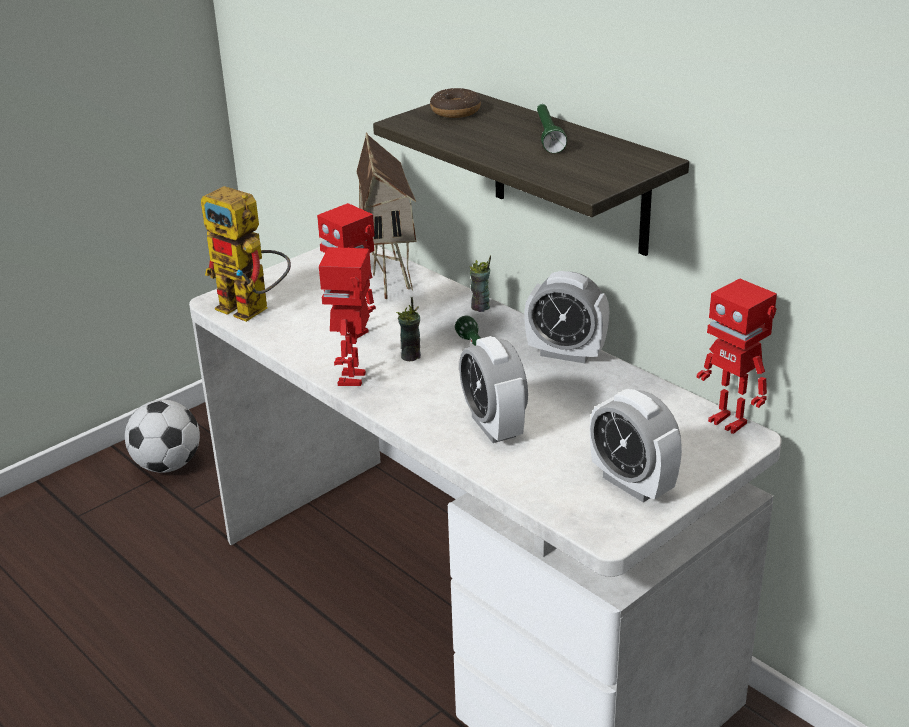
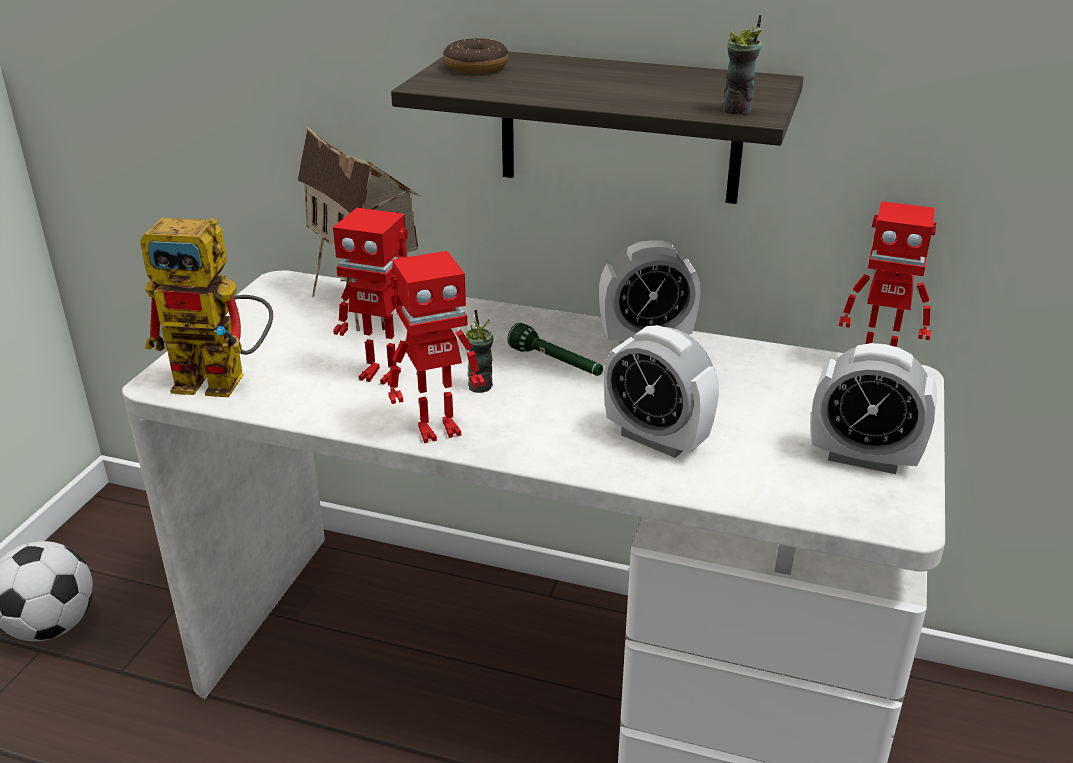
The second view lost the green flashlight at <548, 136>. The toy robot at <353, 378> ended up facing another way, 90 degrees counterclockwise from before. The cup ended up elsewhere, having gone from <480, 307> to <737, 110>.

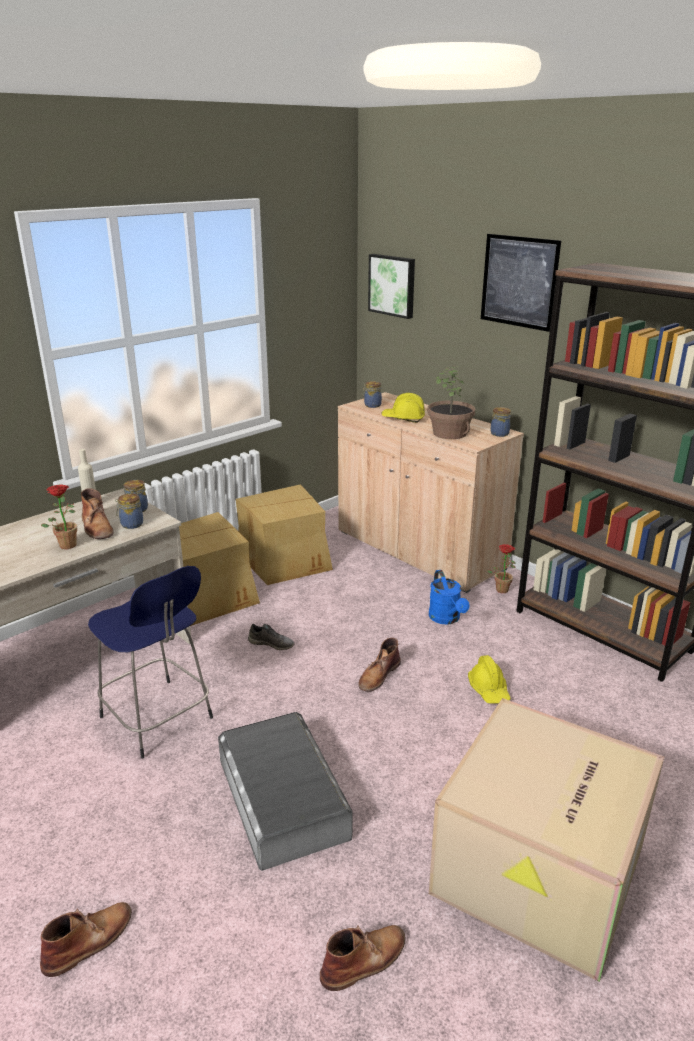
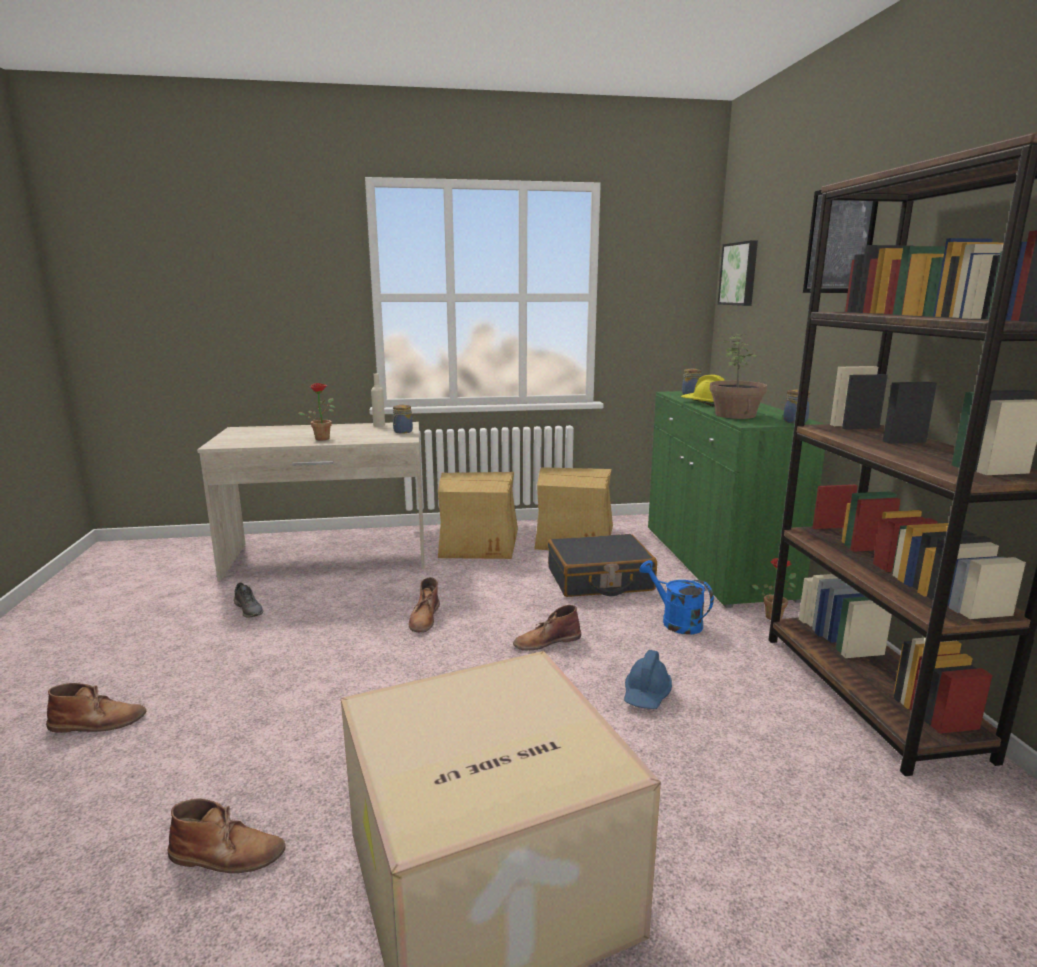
What was the beige cabinet at <419, 550> turned into the green cabinet at <715, 562>. The brown boot ended up elsewhere, having gone from <97, 527> to <424, 618>. The second view lost the jar at <131, 524>. The second view lost the blue stool at <158, 719>. The blue watering can at <446, 619> ended up facing another way, 120 degrees clockwise from before. The grey shoe ended up elsewhere, having gone from <271, 643> to <249, 609>. What was the yellow hard hat at <489, 690> turned into the blue hard hat at <647, 694>. The second view lost the grey storage box at <283, 798>. The second view gained the black suitcase at <599, 580>.

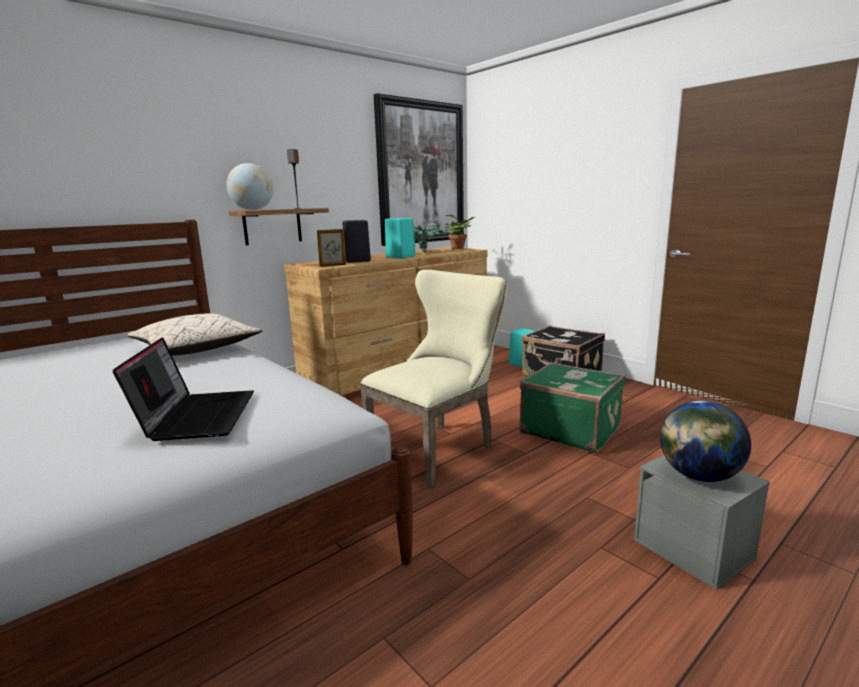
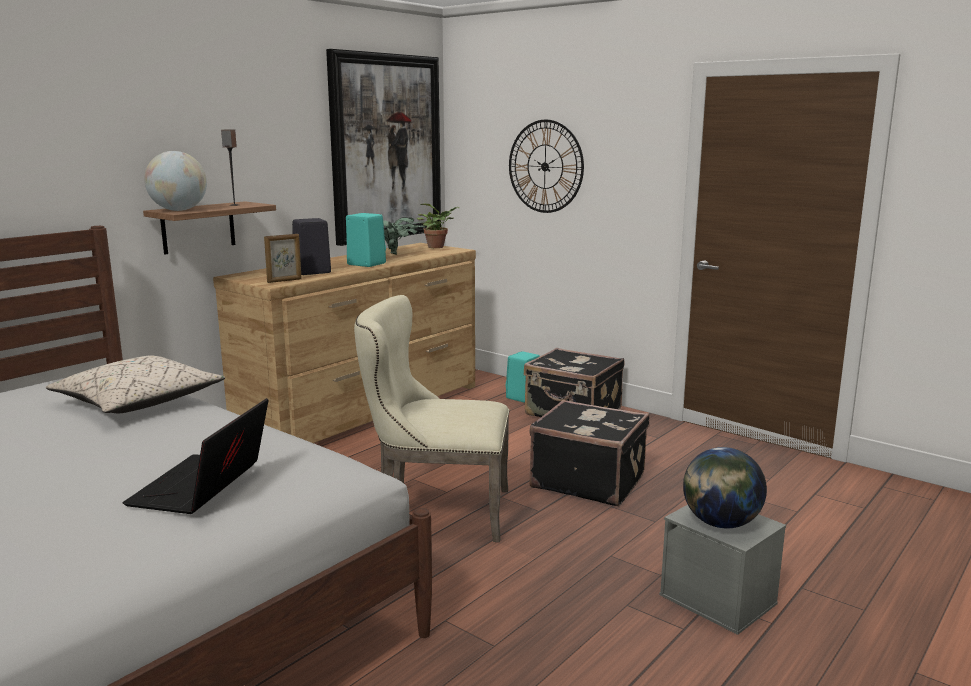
The beige chair at <438, 448> ended up facing another way, 120 degrees counterclockwise from before. The laptop at <197, 416> ended up facing another way, 150 degrees counterclockwise from before. What was the green suitcase at <570, 430> turned into the black suitcase at <588, 481>. The second view gained the wall clock at <545, 166>.

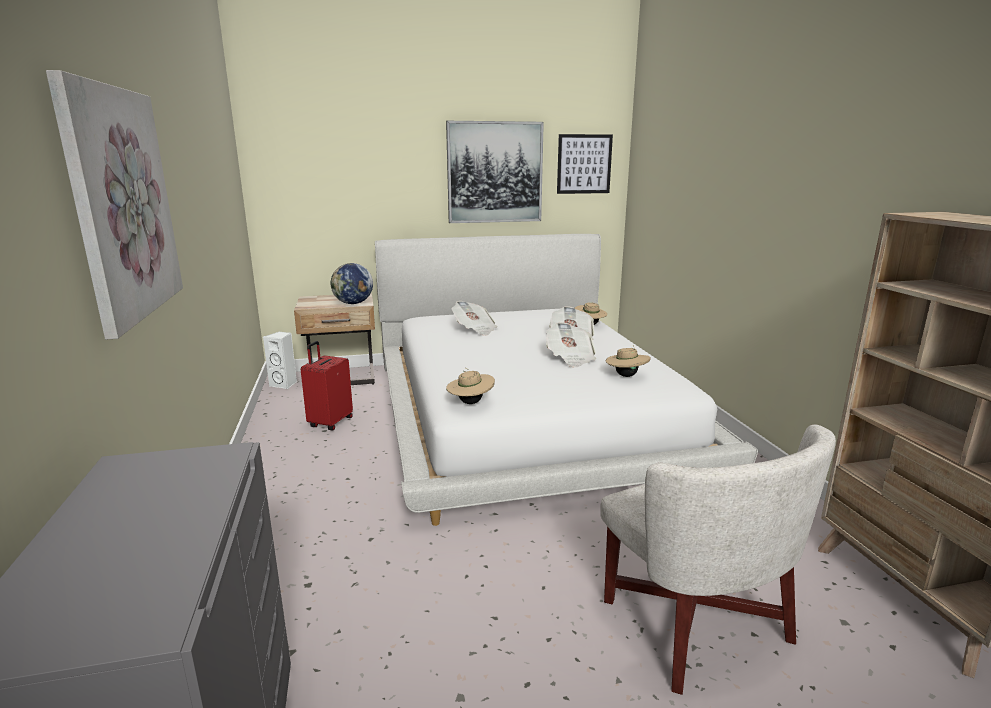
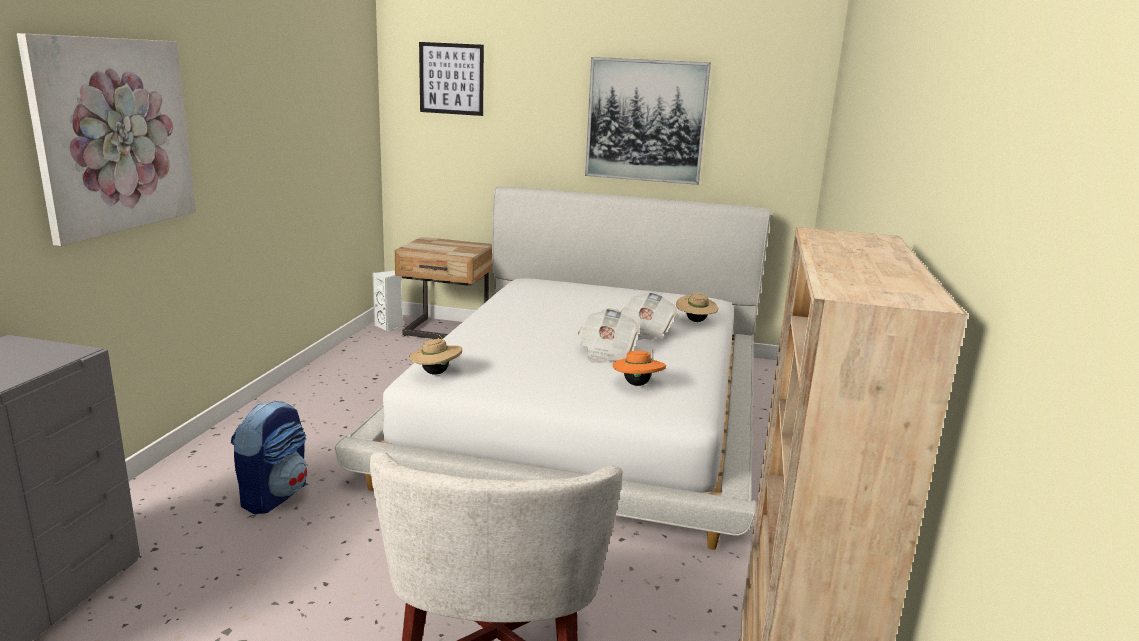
The picture ended up elsewhere, having gone from <584, 164> to <451, 79>. The second view lost the globe at <353, 303>. The second view lost the newspaper at <474, 330>. The second view lost the red suitcase at <330, 422>. What was the beige hat at <626, 375> turned into the orange hat at <637, 384>. The second view gained the backpack at <274, 495>.

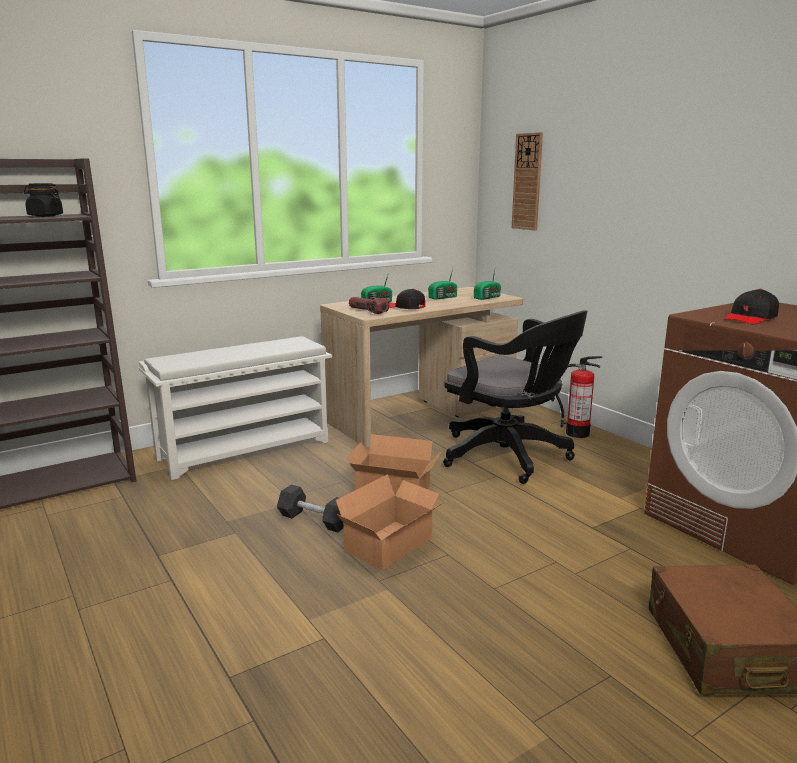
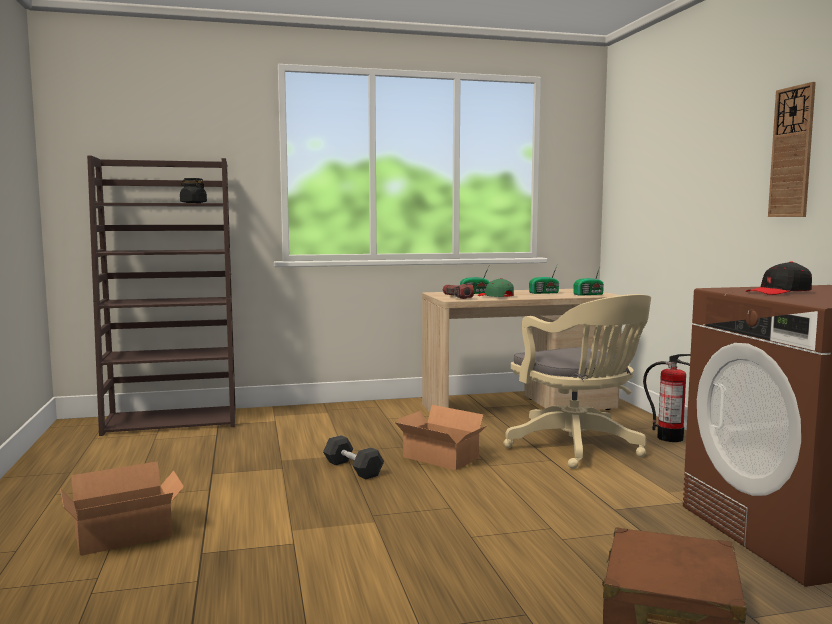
The wall clock ended up elsewhere, having gone from <527, 182> to <792, 152>. What was the black cap at <405, 307> turned into the green cap at <495, 296>. What was the black office chair at <510, 457> turned into the beige office chair at <578, 448>. The second view lost the white shoe rack at <245, 449>. The cardboard box ended up elsewhere, having gone from <392, 544> to <126, 536>.

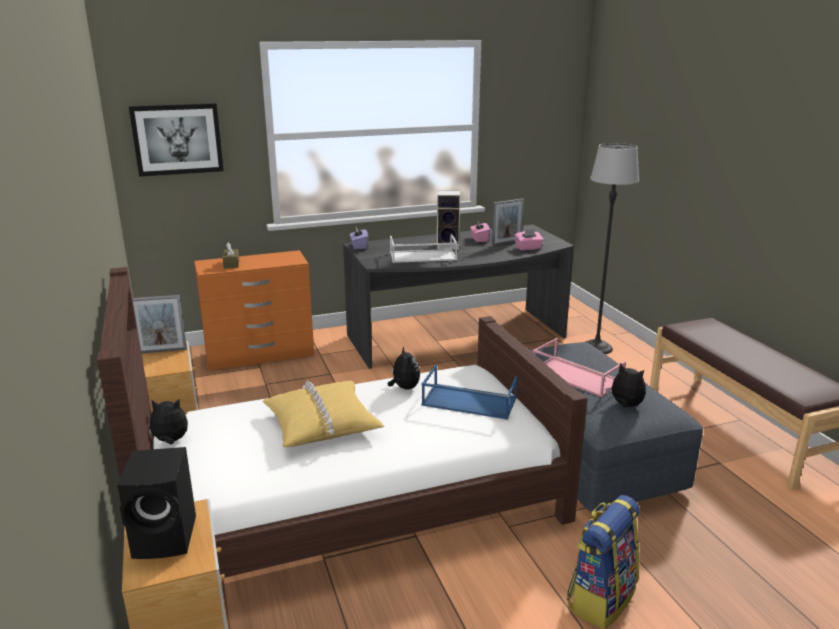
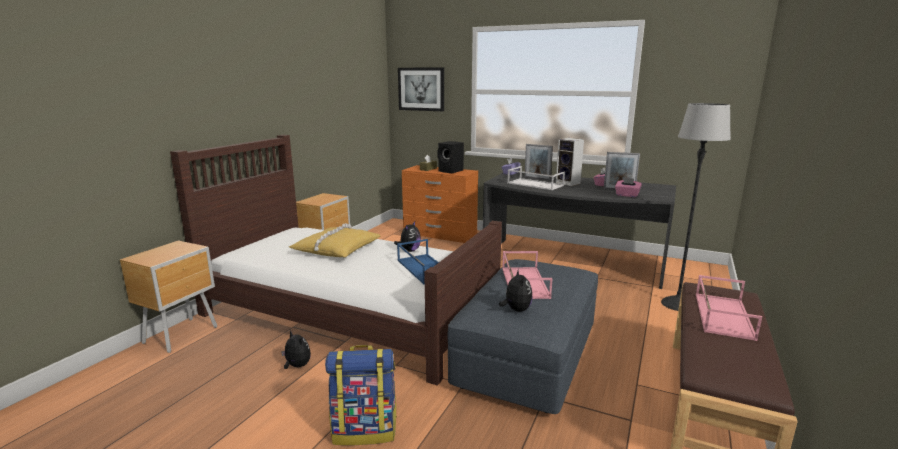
The picture frame ended up elsewhere, having gone from <162, 351> to <537, 178>. The plush toy ended up elsewhere, having gone from <170, 441> to <297, 366>. The black speaker ended up elsewhere, having gone from <167, 537> to <451, 171>. The second view gained the pink tray at <722, 315>.

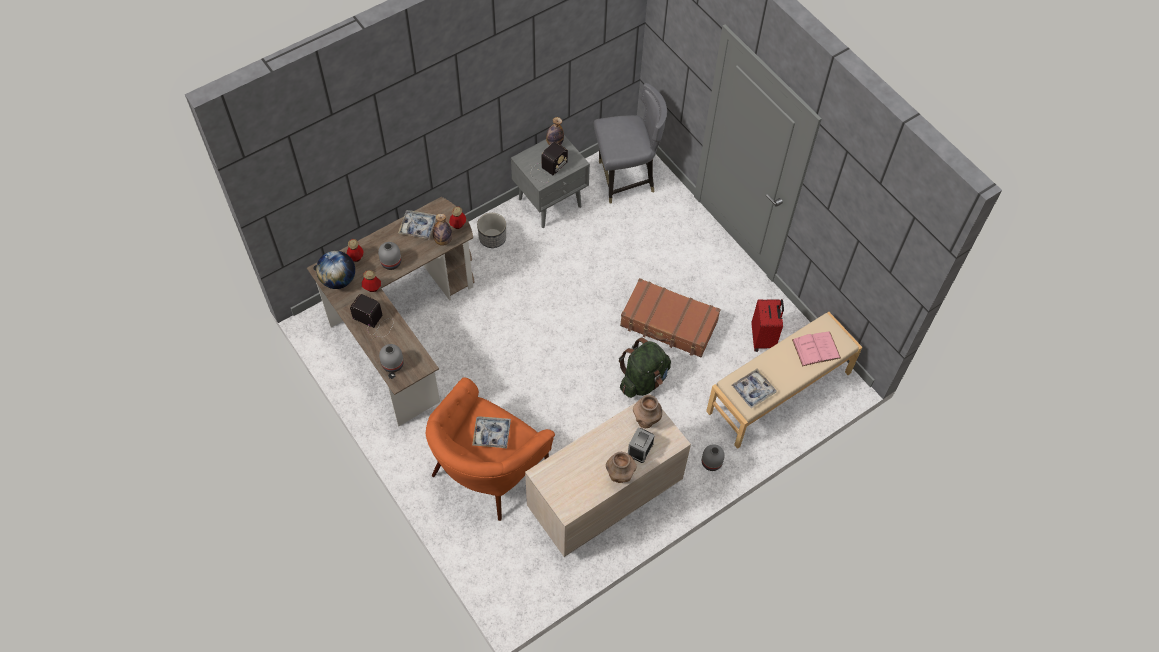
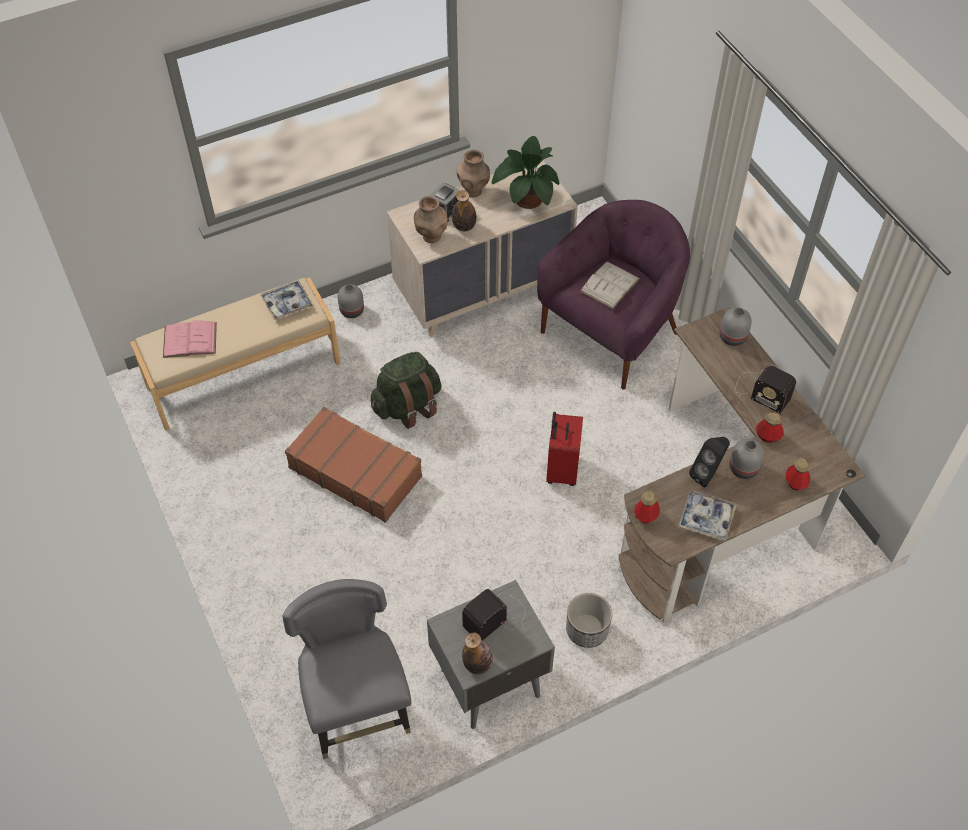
The grey chair at <626, 179> ended up facing another way, 75 degrees clockwise from before. The bottle ended up elsewhere, having gone from <443, 241> to <464, 227>. The second view lost the globe at <338, 280>. The red suitcase ended up elsewhere, having gone from <763, 339> to <561, 470>. What was the orange armchair at <488, 468> turned into the purple armchair at <611, 332>. Where the tray stood at <492, 434>, the white book came to stand at <610, 285>. The second view gained the potted plant at <527, 200>. The second view gained the black speaker at <707, 474>.

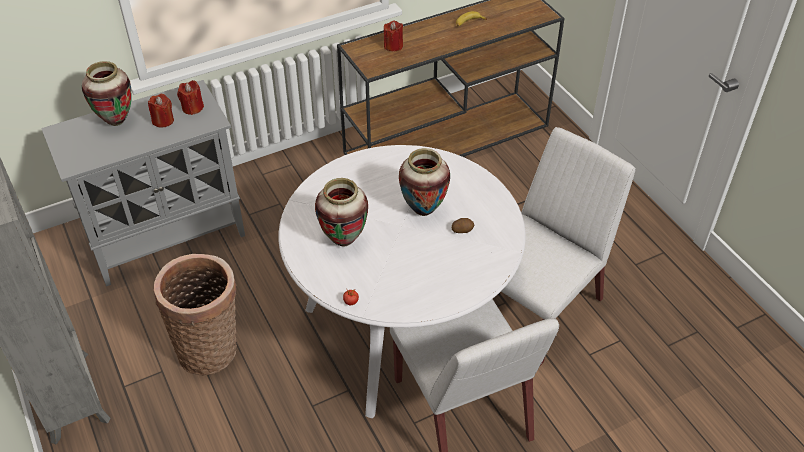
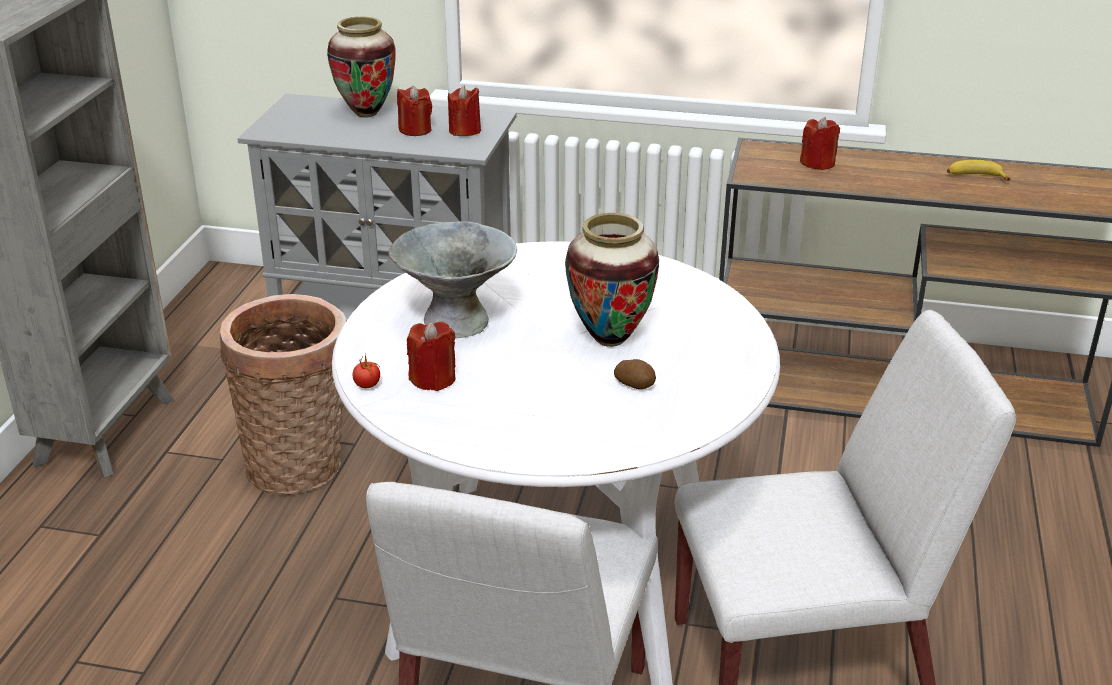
Where the vase stood at <344, 240>, the grey bowl came to stand at <455, 321>. The second view gained the red candle at <433, 379>.

